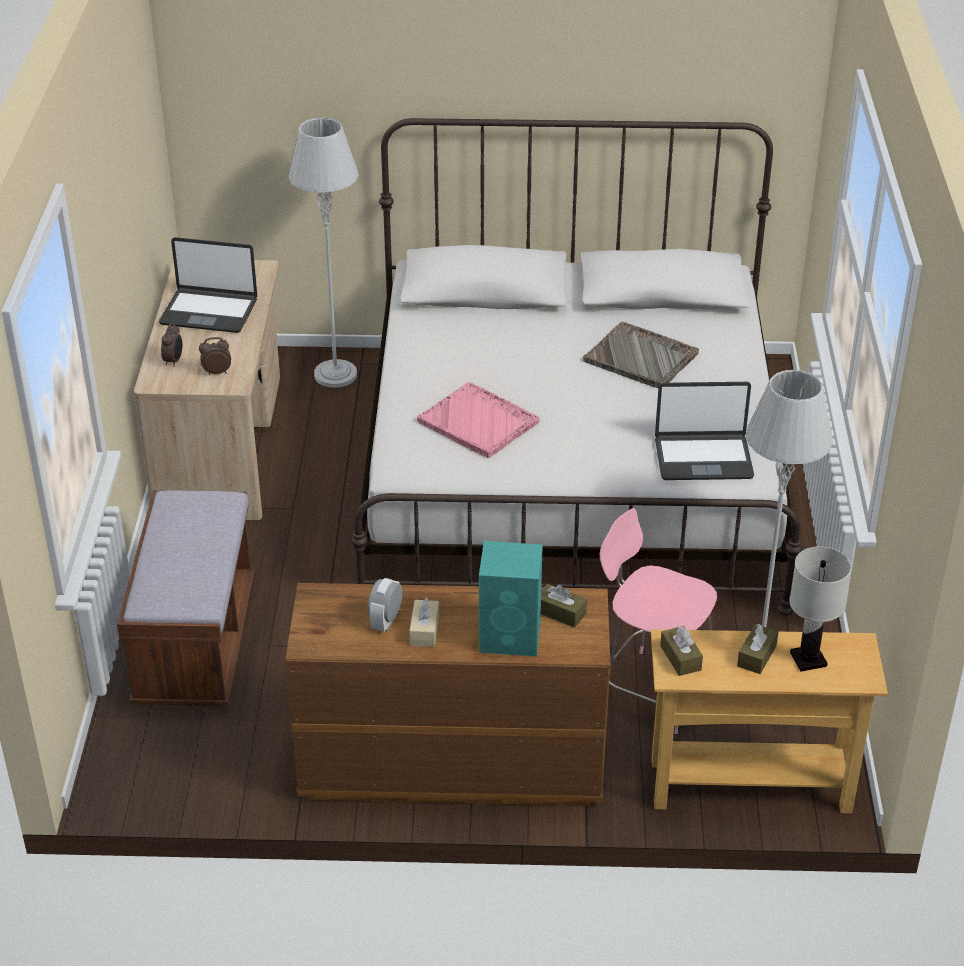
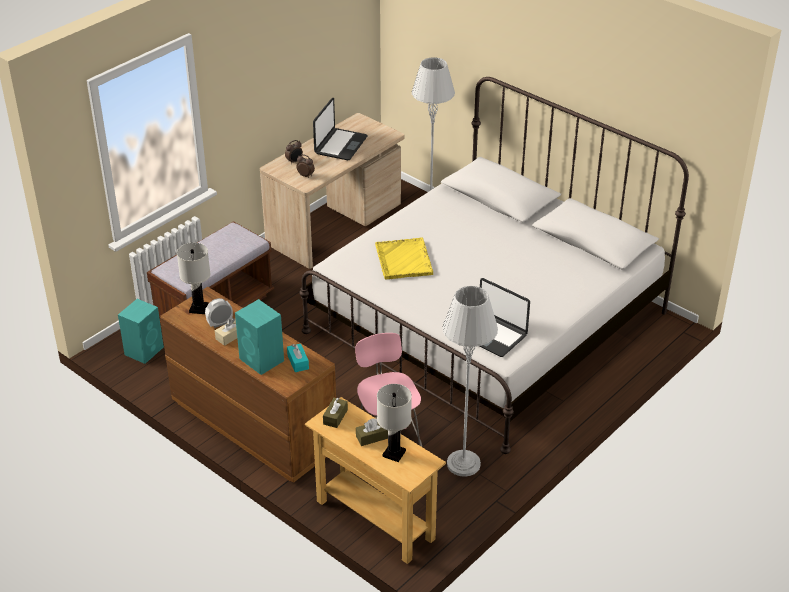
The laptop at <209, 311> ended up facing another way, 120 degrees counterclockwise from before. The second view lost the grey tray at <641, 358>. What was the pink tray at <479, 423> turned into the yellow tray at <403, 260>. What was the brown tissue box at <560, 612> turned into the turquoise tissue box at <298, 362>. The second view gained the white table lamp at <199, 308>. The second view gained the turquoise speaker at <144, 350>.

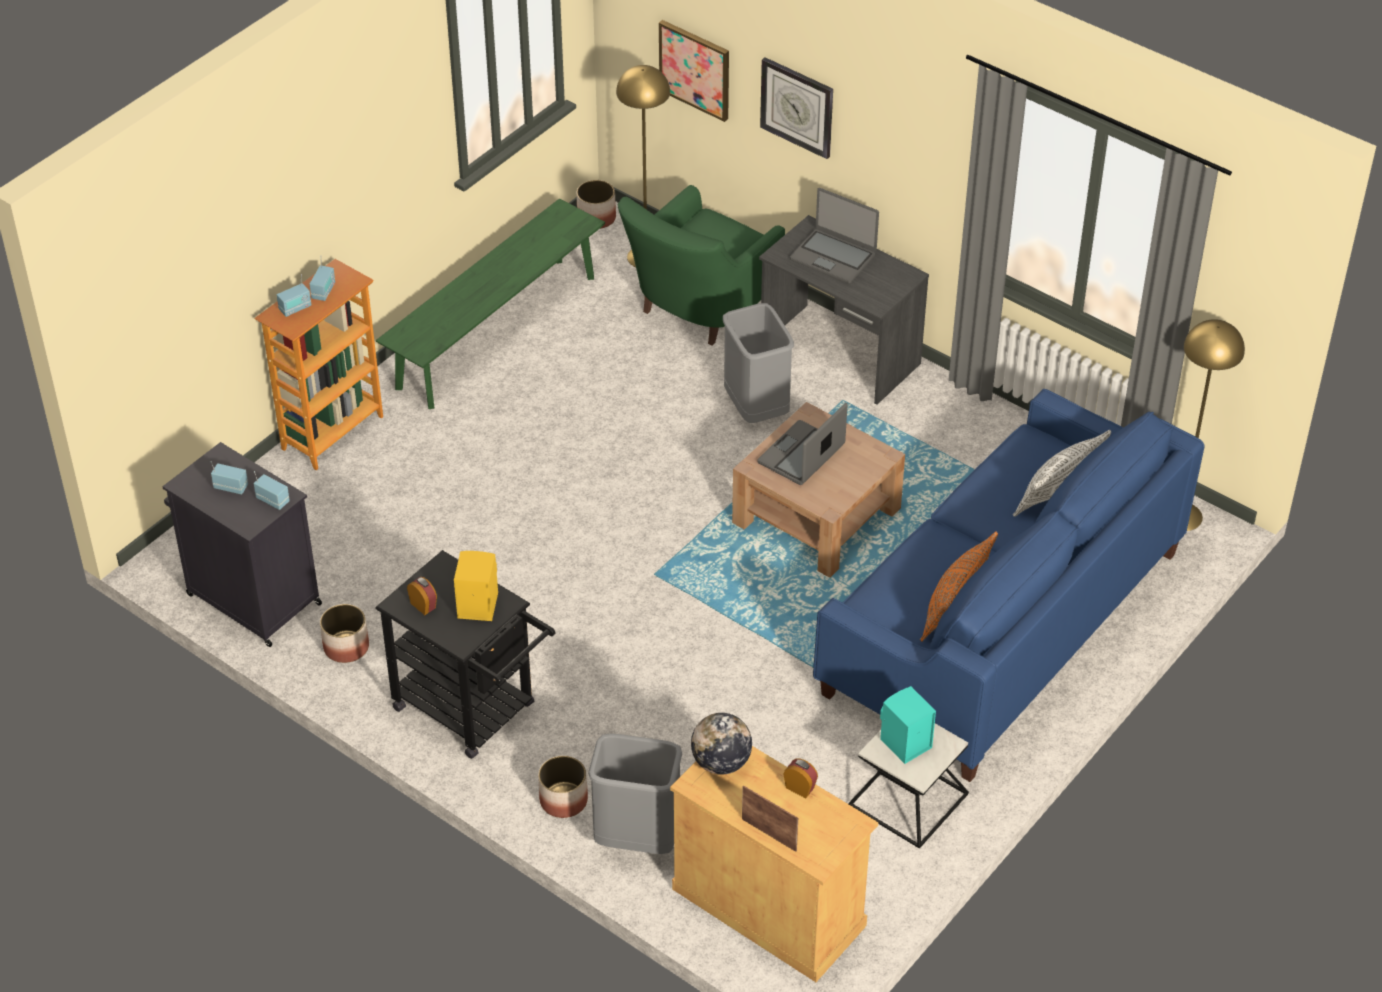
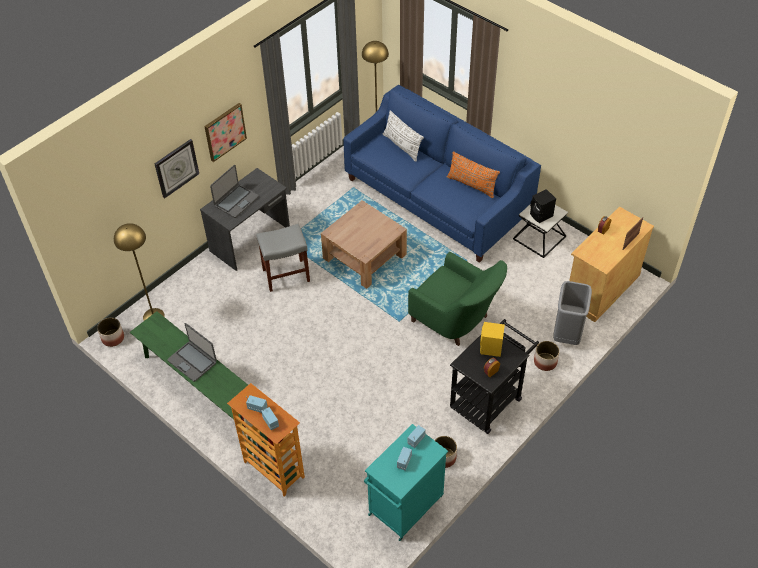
The picture ended up elsewhere, having gone from <695, 69> to <225, 131>. The green armchair ended up elsewhere, having gone from <698, 309> to <456, 321>. Where the grey trash can stood at <755, 409>, the grey stool came to stand at <285, 275>. The laptop ended up elsewhere, having gone from <802, 455> to <192, 361>. What was the black cabinet at <251, 598> turned into the turquoise cabinet at <405, 506>. What was the turquoise speaker at <904, 744> turned into the black speaker at <541, 215>. The second view lost the globe at <721, 763>.

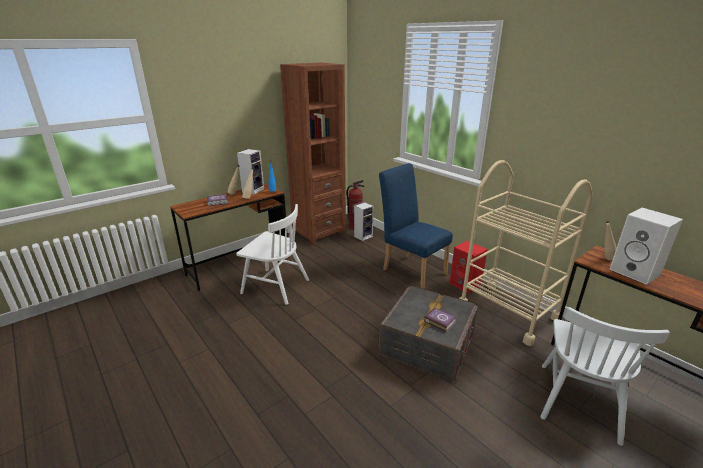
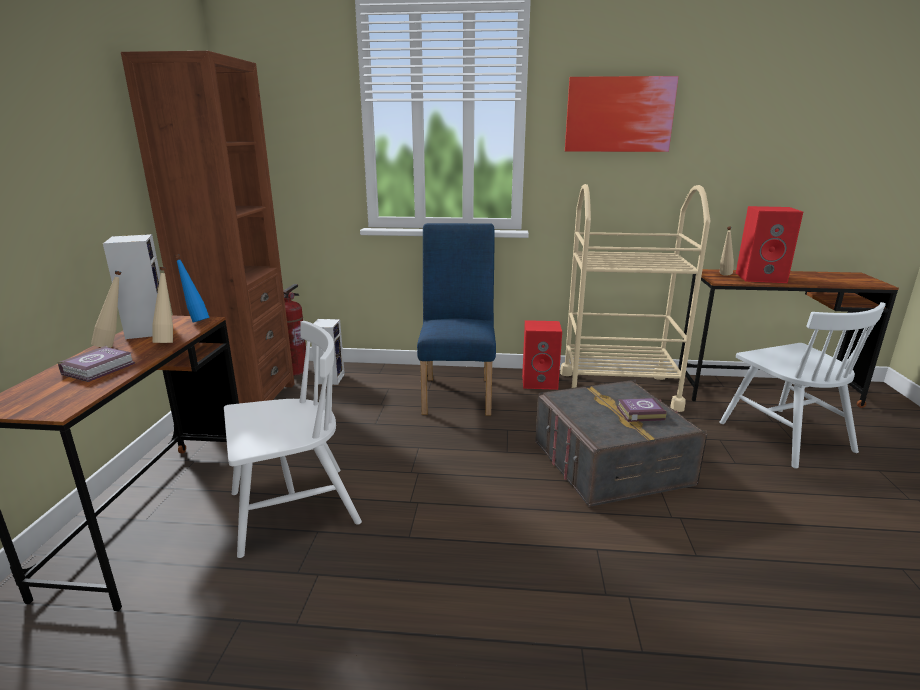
The blue chair at <411, 269> ended up facing another way, 90 degrees clockwise from before. What was the white speaker at <636, 272> turned into the red speaker at <761, 277>. The second view gained the picture at <619, 115>.

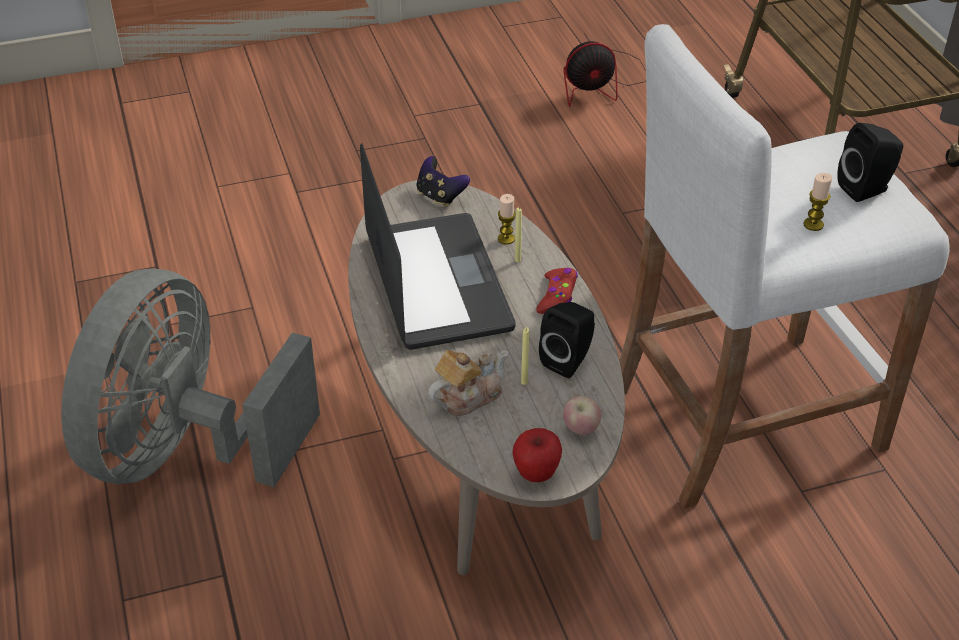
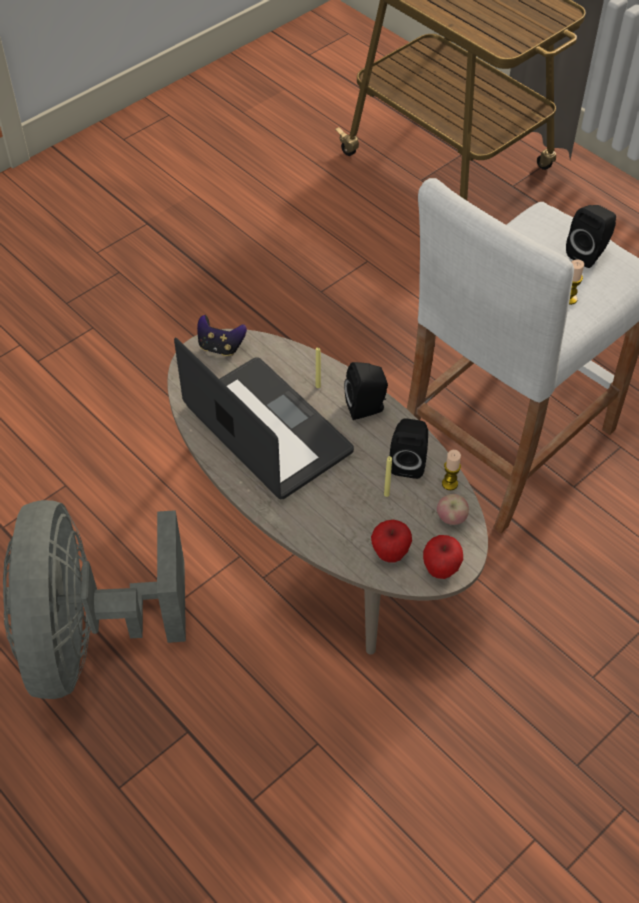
The second view lost the fan at <600, 84>. The candle ended up elsewhere, having gone from <506, 239> to <449, 483>. Where the red game controller stood at <557, 296>, the black speaker came to stand at <367, 408>. The second view lost the teapot at <468, 396>. The second view gained the apple at <390, 553>.

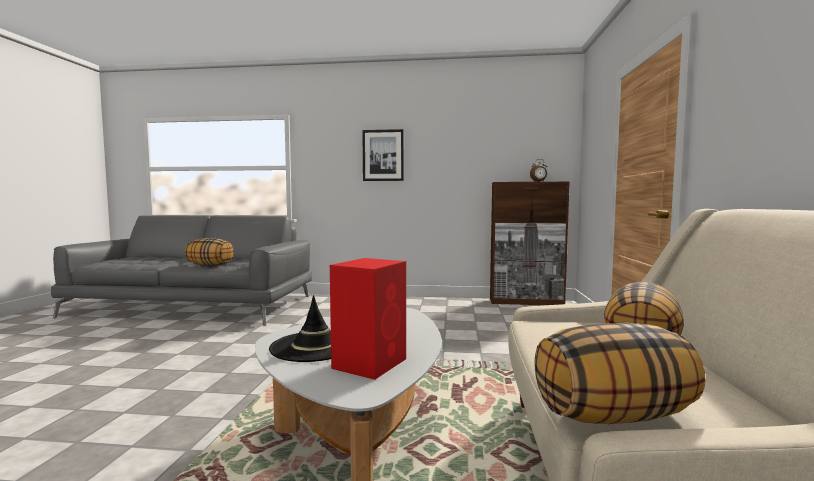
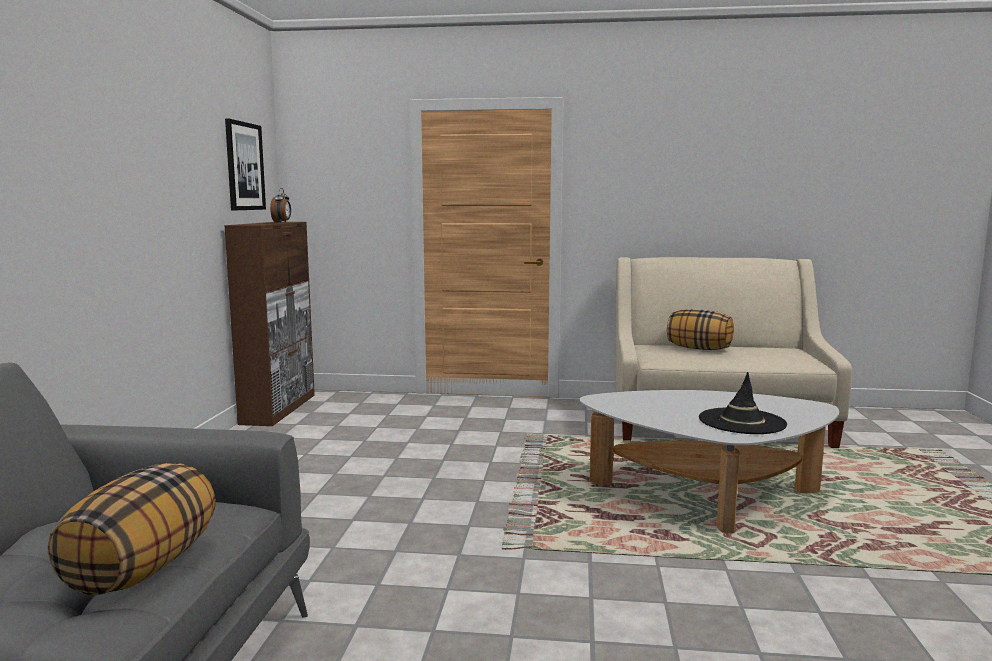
The picture ended up elsewhere, having gone from <383, 155> to <244, 166>. The second view lost the red speaker at <370, 363>. The second view lost the pillow at <612, 415>.

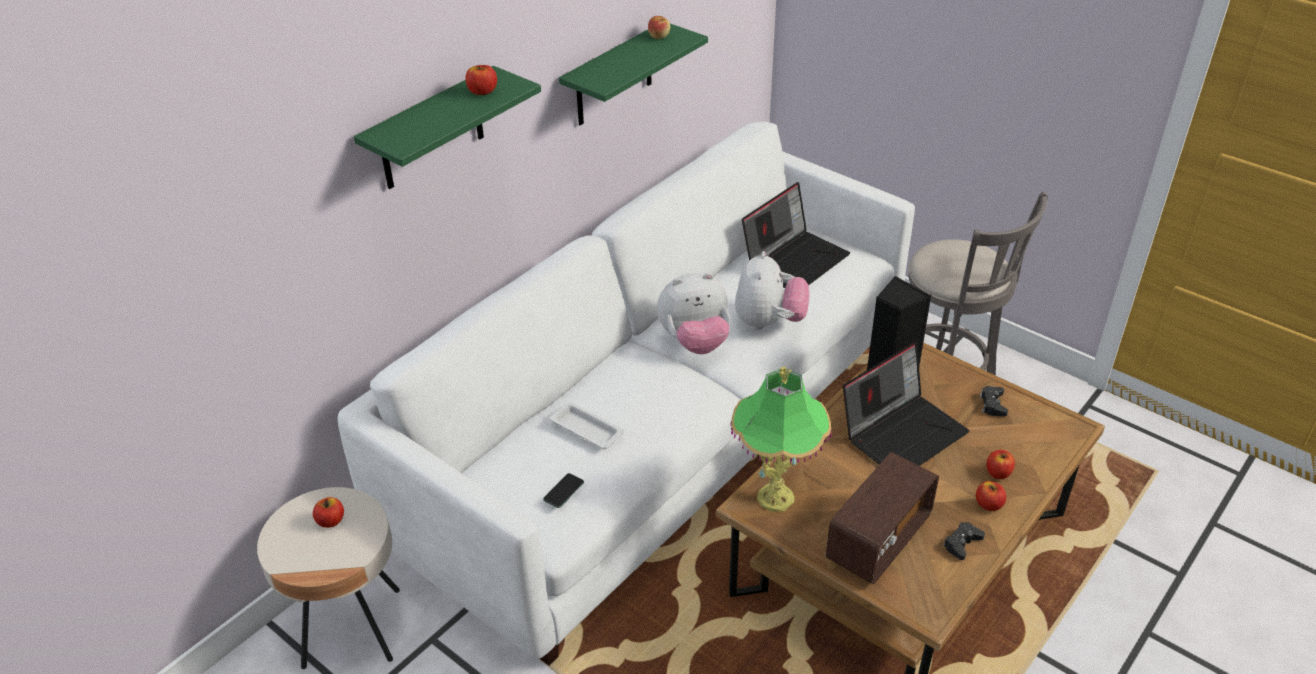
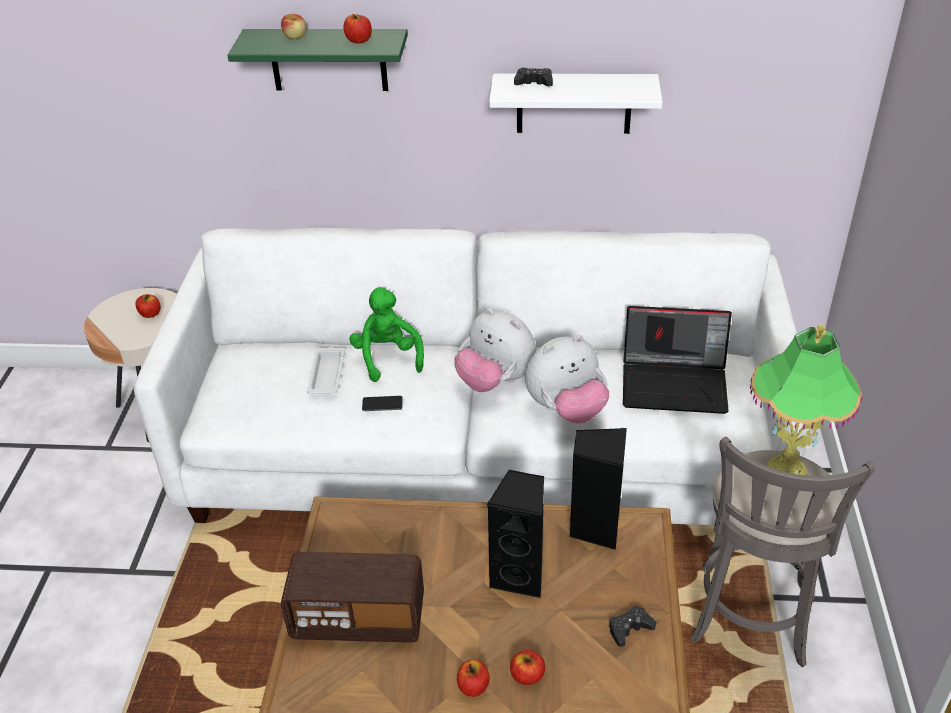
The apple ended up elsewhere, having gone from <659, 36> to <295, 37>. What was the green shelf at <614, 76> turned into the white shelf at <574, 103>. Where the laptop stood at <903, 432>, the black speaker came to stand at <520, 575>. The table lamp ended up elsewhere, having gone from <775, 498> to <785, 470>. The phone ended up elsewhere, having gone from <563, 491> to <382, 404>. The black game controller ended up elsewhere, having gone from <962, 543> to <534, 82>. The second view gained the green plush toy at <387, 357>.

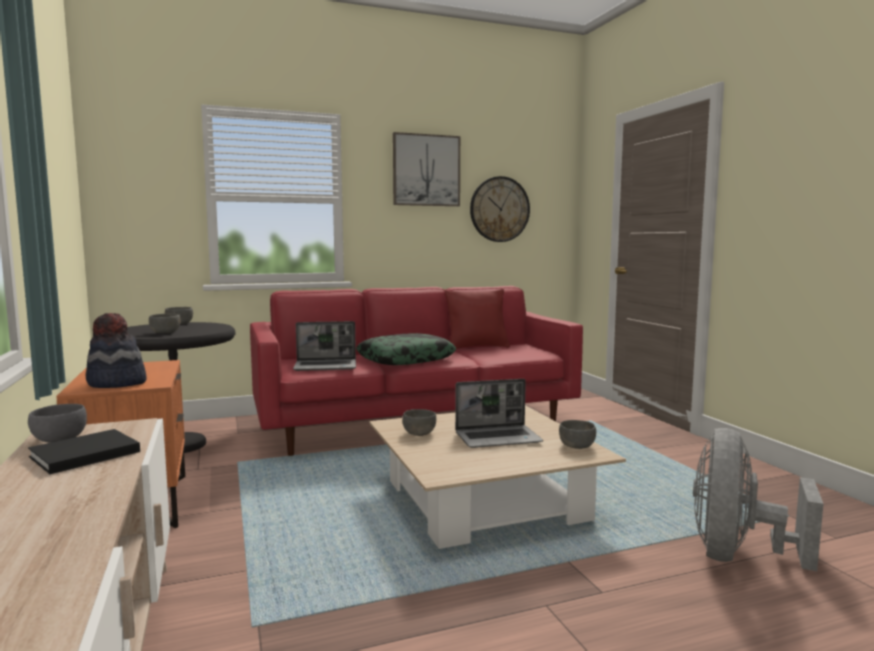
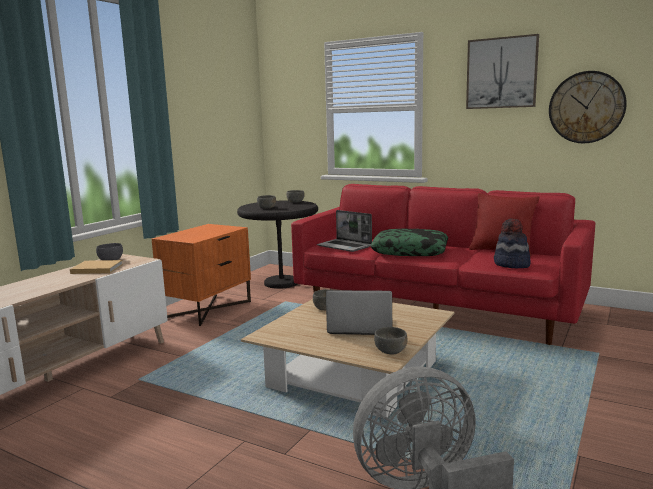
The hat ended up elsewhere, having gone from <116, 383> to <511, 264>. The laptop at <498, 438> ended up facing another way, 150 degrees clockwise from before. What was the black book at <82, 455> turned into the beige book at <96, 269>.

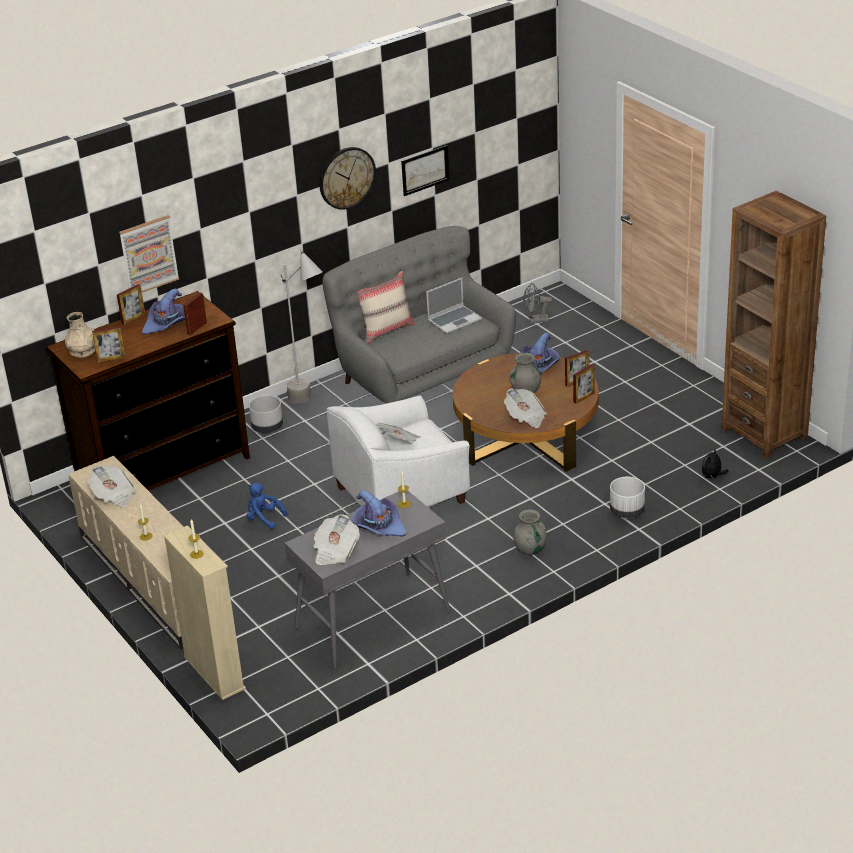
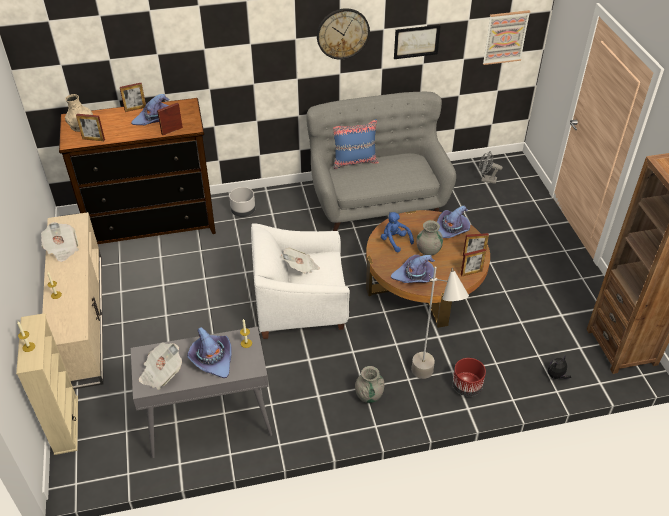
The picture ended up elsewhere, having gone from <148, 255> to <505, 37>. The grey floor lamp ended up elsewhere, having gone from <311, 404> to <430, 384>. What was the beige pillow at <387, 330> turned into the blue pillow at <355, 161>. The second view lost the laptop at <454, 320>. Where the newspaper stood at <525, 417>, the purple hat came to stand at <414, 276>. What was the white planter at <627, 512> turned into the red planter at <467, 387>. The blue plush toy ended up elsewhere, having gone from <264, 518> to <394, 241>.

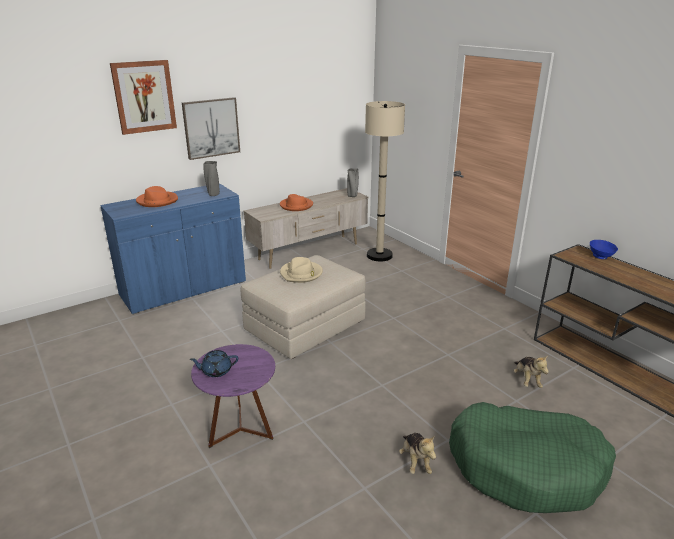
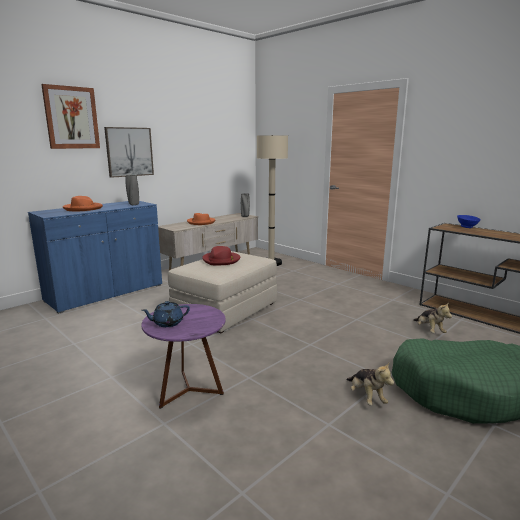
What was the beige hat at <301, 274> turned into the red hat at <221, 260>.

